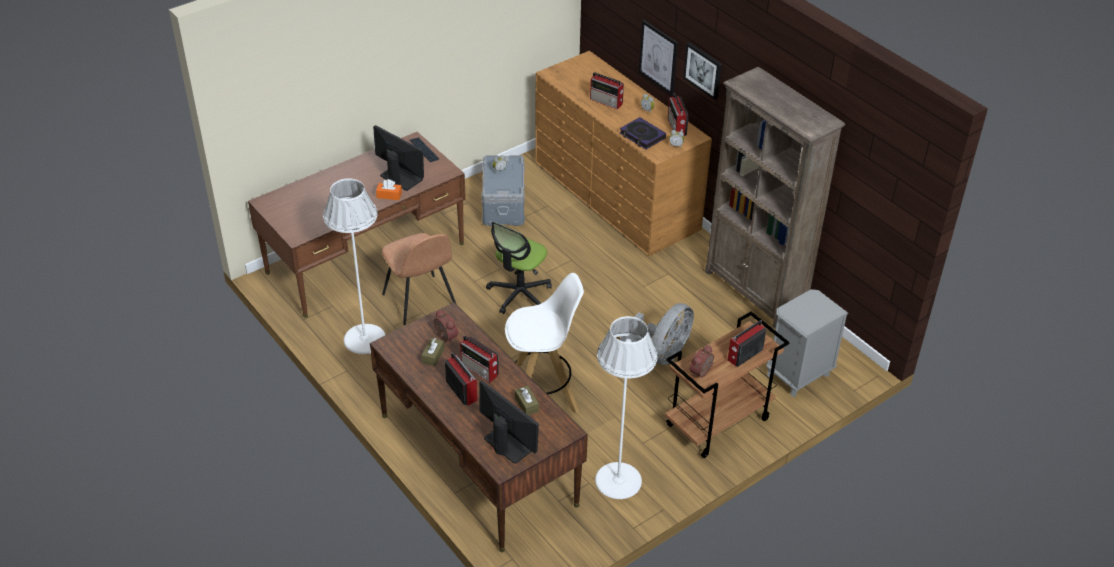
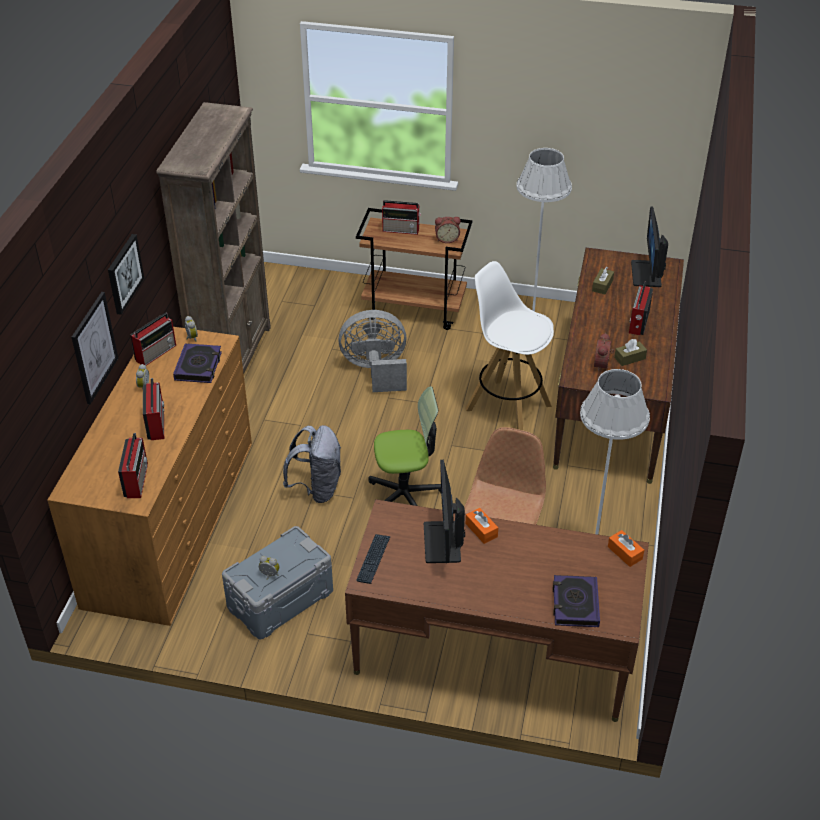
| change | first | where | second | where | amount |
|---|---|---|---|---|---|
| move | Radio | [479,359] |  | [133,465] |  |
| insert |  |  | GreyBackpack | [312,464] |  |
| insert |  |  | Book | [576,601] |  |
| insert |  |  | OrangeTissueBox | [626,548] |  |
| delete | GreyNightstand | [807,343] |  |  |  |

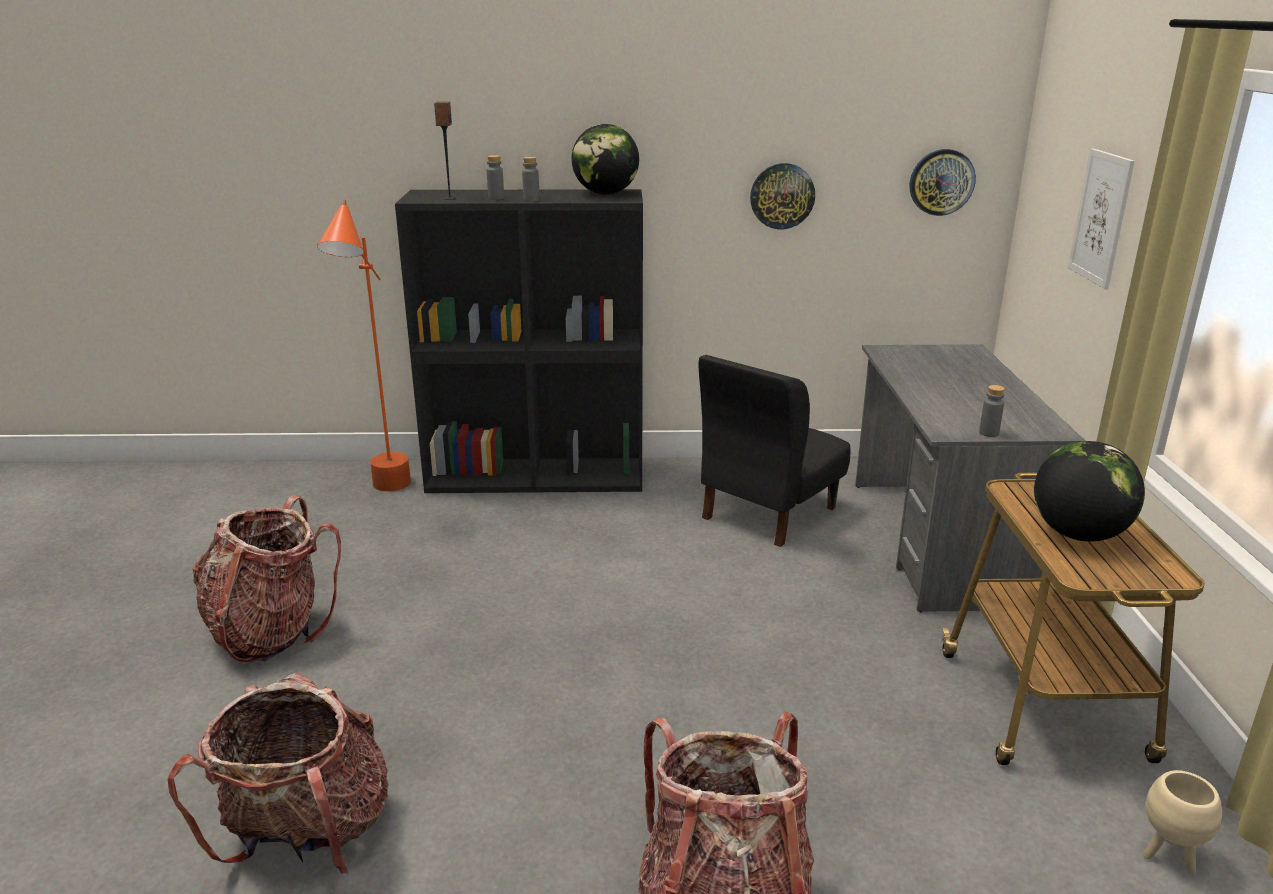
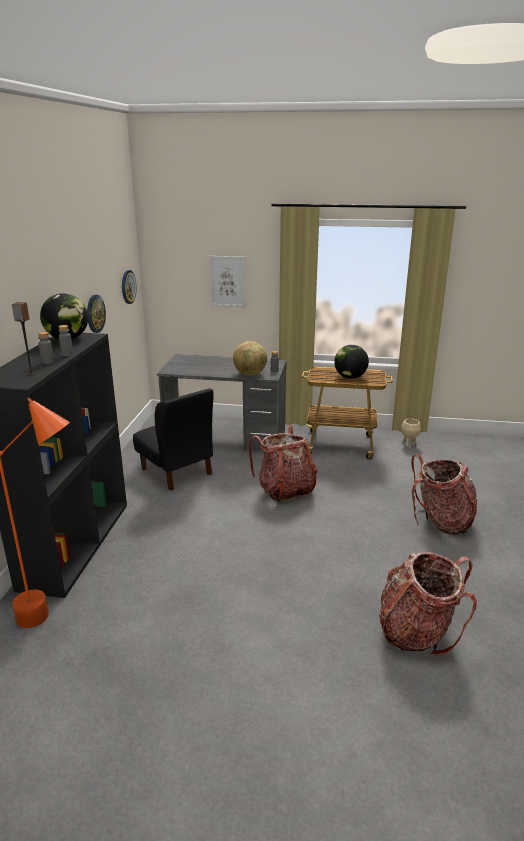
| change | first | where | second | where | amount |
|---|---|---|---|---|---|
| insert |  |  | Globe | [250,358] |  |
| move | Backpack | [267,579] |  | [282,464] |  |

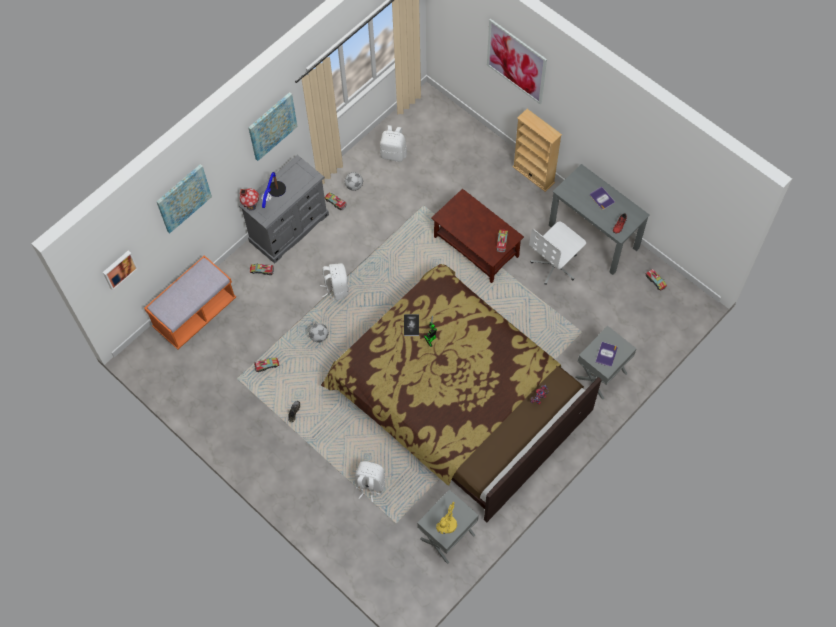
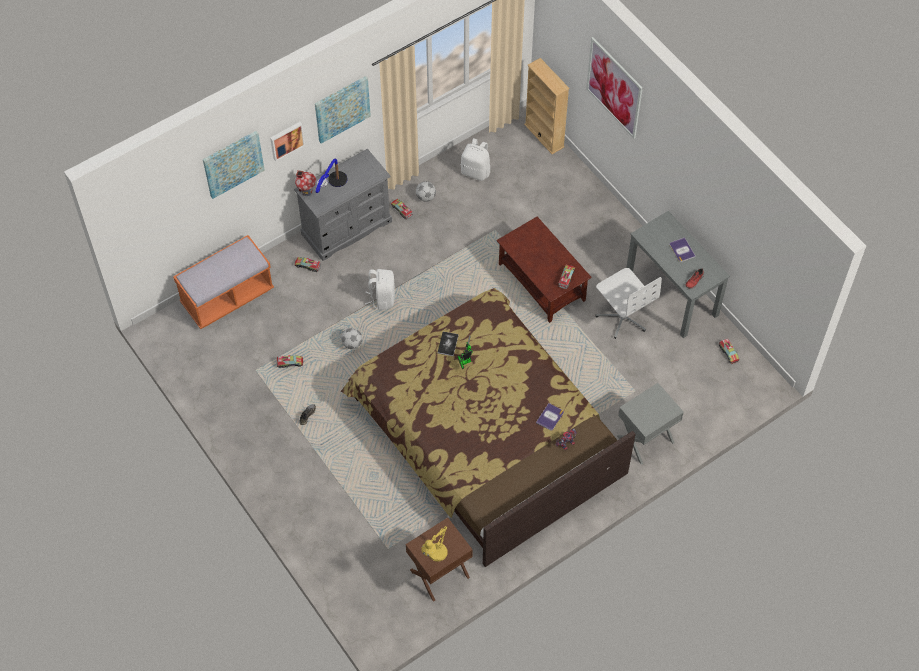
| change | first | where | second | where | amount |
|---|---|---|---|---|---|
| move | Picture | [120,270] |  | [287,141] |  |
| recolor | GreyNightstand | [448,526] | BrownNightstand | [439,560] |  |
| move | BeigeBookcase | [537,150] |  | [547,106] |  |
| move | Book | [606,354] |  | [550,417] |  |
| rotate | WhiteOfficeChair | [557,253] |  | [629,303] | 90 degrees counterclockwise |
| delete | WhiteBackpack | [370,481] |  |  |  |

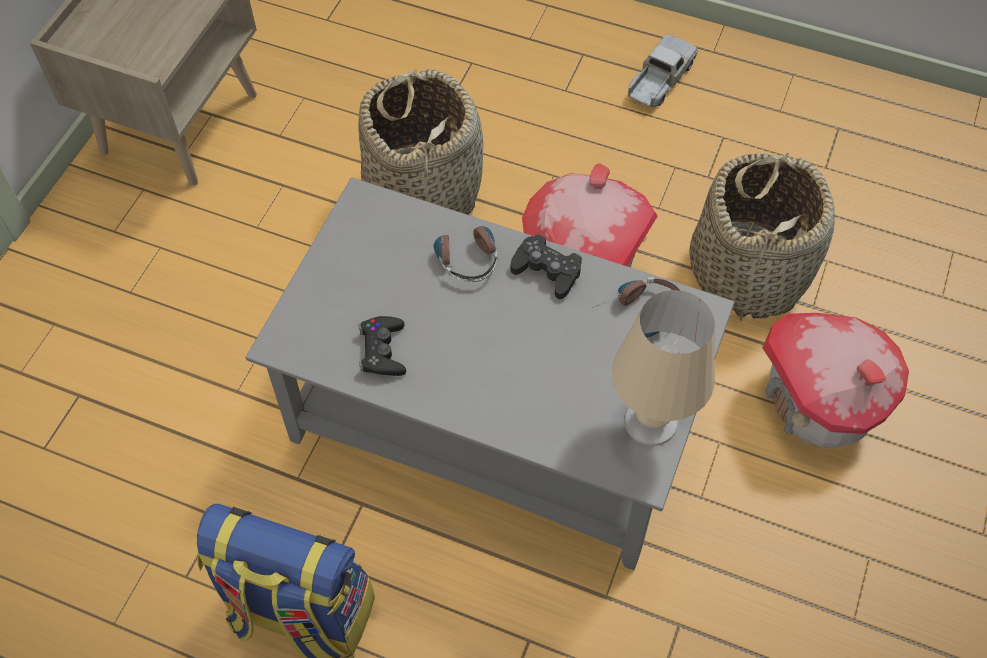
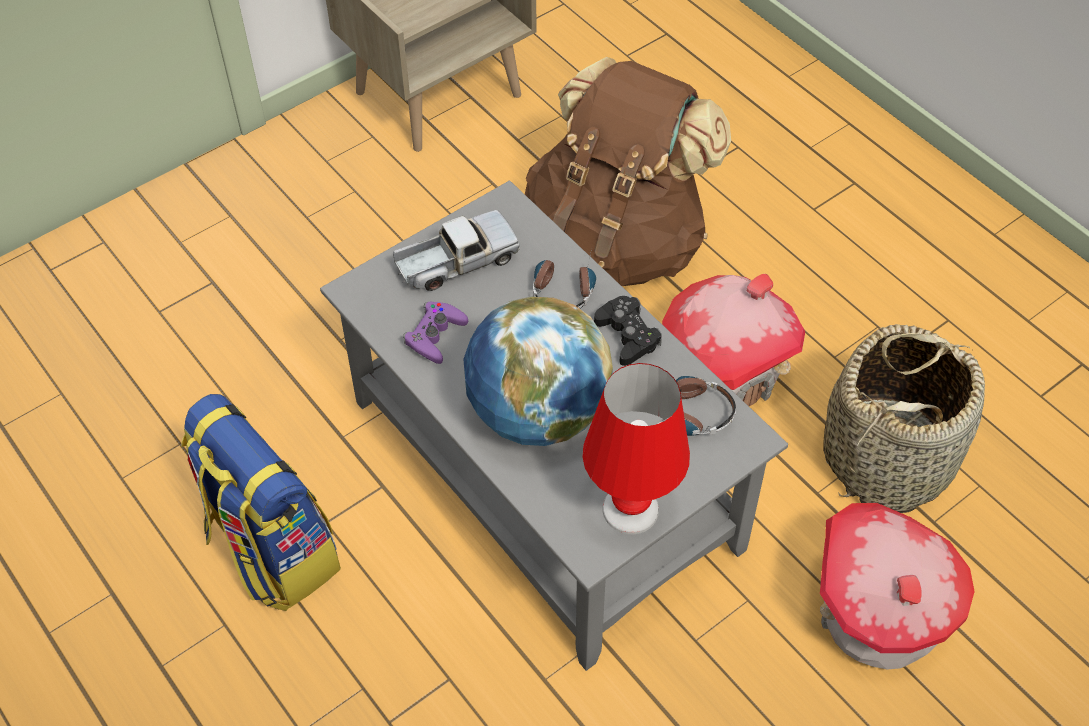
| change | first | where | second | where | amount |
|---|---|---|---|---|---|
| move | ToyTruck | [663,70] |  | [456,250] |  |
| recolor | BlackGameController | [382,346] | PurpleGameController | [435,332] |  |
| insert |  |  | Globe | [538,371] |  |
| replace | Basket | [420,142] | BrownBackpack | [628,172] |  |
| recolor | BeigeTableLamp | [663,368] | RedTableLamp | [636,448] |  |

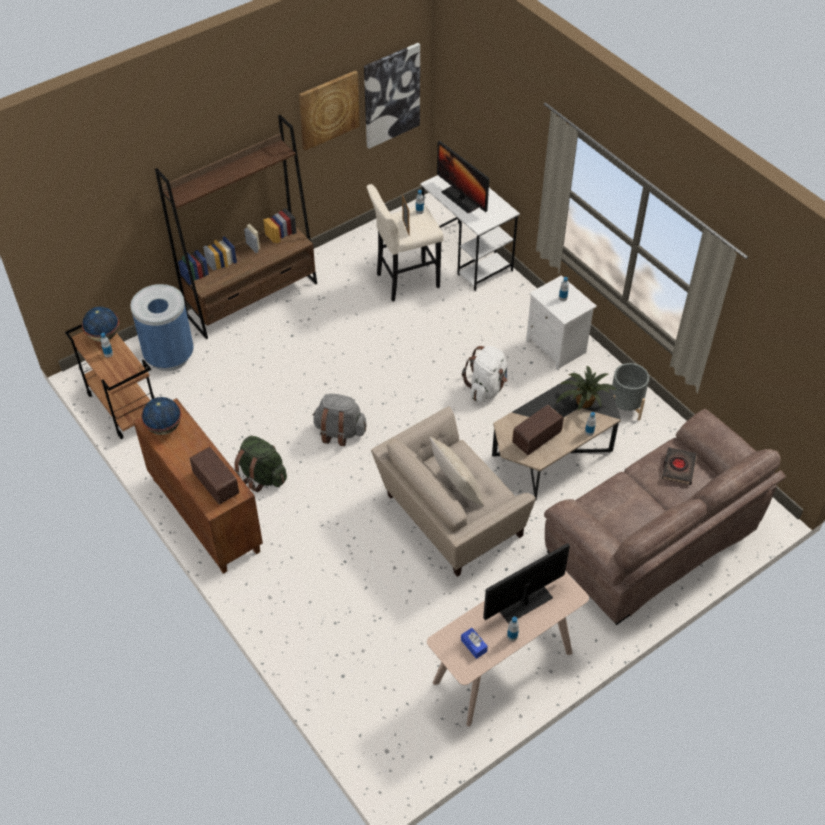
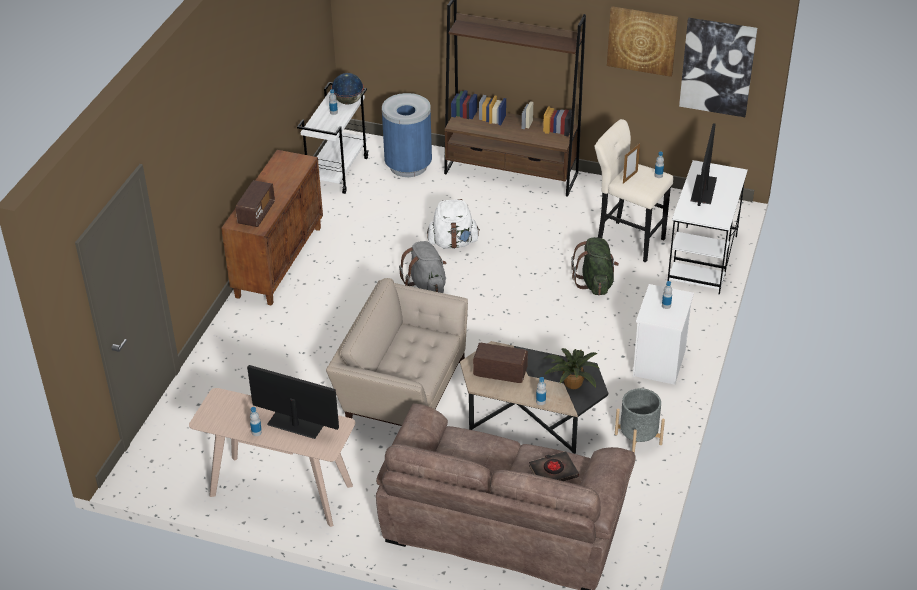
| change | first | where | second | where | amount |
|---|---|---|---|---|---|
| recolor | BrownCart | [110,381] | WhiteCart | [333,138] |  |
| move | WhiteBackpack | [484,374] |  | [453,224] |  |
| move | GreenBackpack | [260,464] |  | [595,266] |  |
| delete | Globe | [161,416] |  |  |  |
| delete | BeigePillow | [457,471] |  |  |  |
| delete | BlueTissueBox | [474,643] |  |  |  |

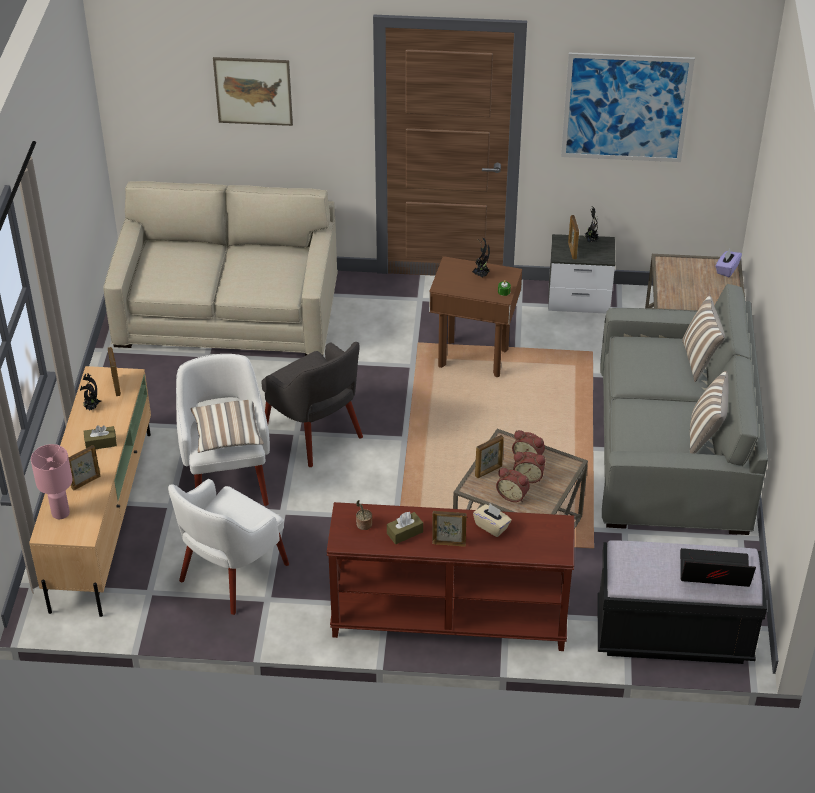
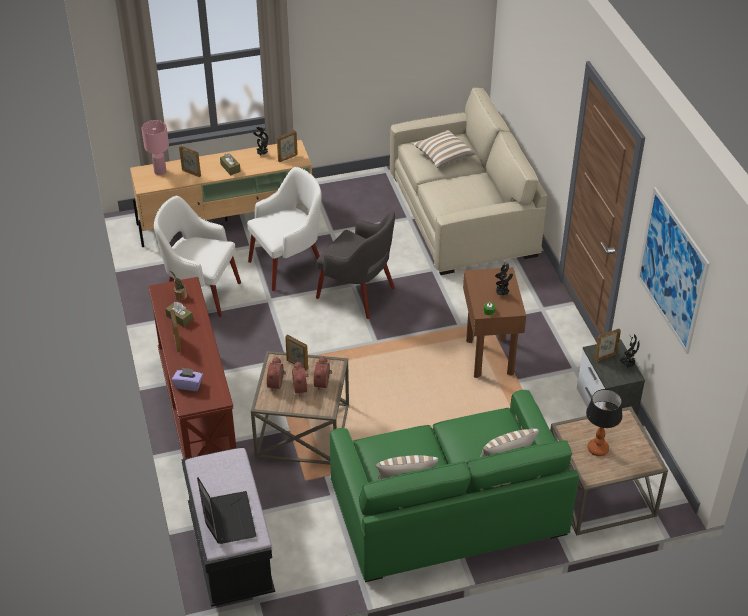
| change | first | where | second | where | amount |
|---|---|---|---|---|---|
| move | PurpleTissueBox | [728,263] |  | [187,379] |  |
| rotate | GreyArmchair | [312,404] |  | [355,265] | 90 degrees counterclockwise |
| recolor | GreySofa | [684,409] | GreenSofa | [454,486] |  |
| move | Pillow | [227,426] |  | [444,149] |  |
| insert |  |  | TableLamp | [604,422] |  |
| delete | Picture | [253,91] |  |  |  |
| delete | BeigeTissueBox | [492,520] |  |  |  |

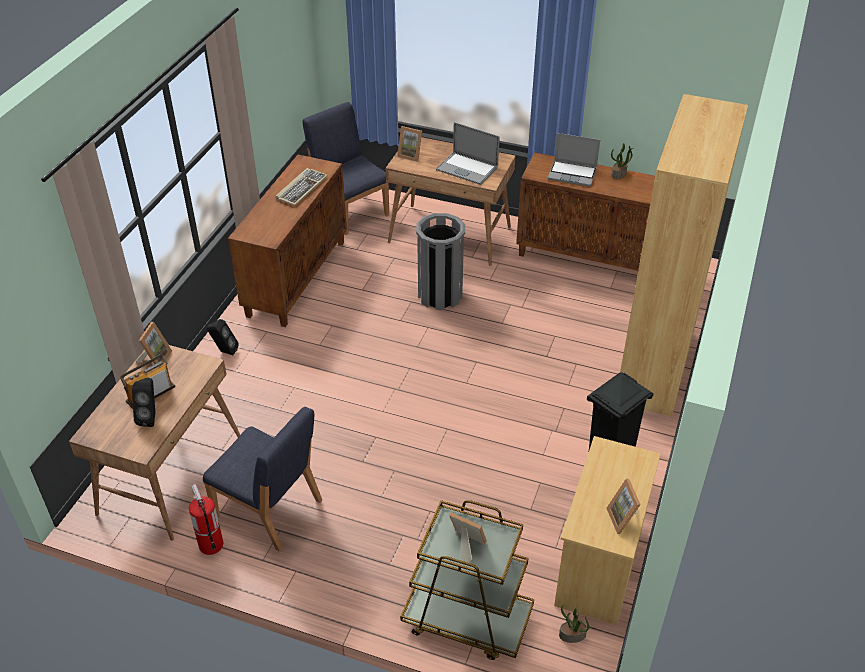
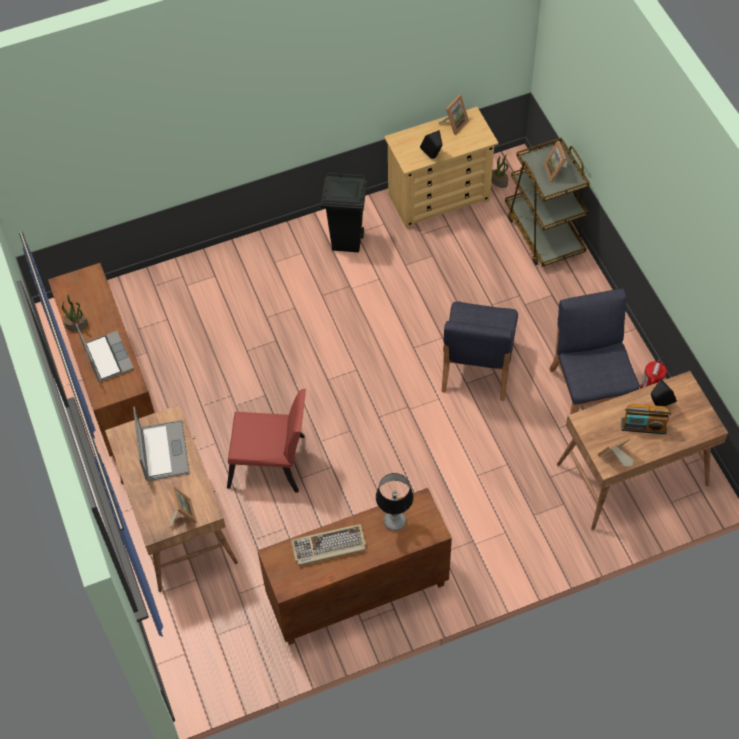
| change | first | where | second | where | amount |
|---|---|---|---|---|---|
| replace | GreyTrashCan | [440,261] | RedChair | [266,440] |  |
| insert |  |  | TableLamp | [395,502] |  |
| move | BlackSpeaker | [223,337] |  | [431,144] |  |
| move | BlueChair | [345,168] |  | [480,351] |  |
| delete | BrownBookcase | [684,255] |  |  |  |

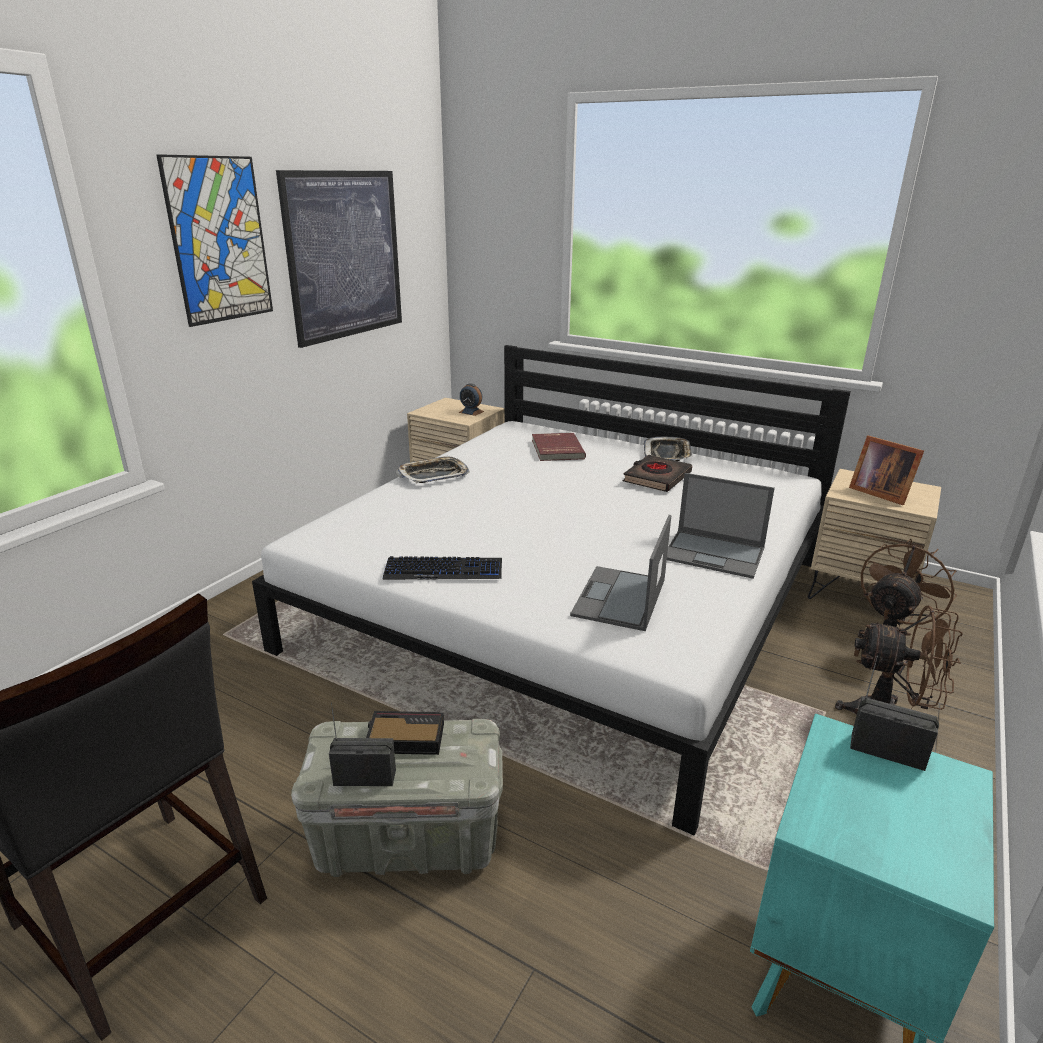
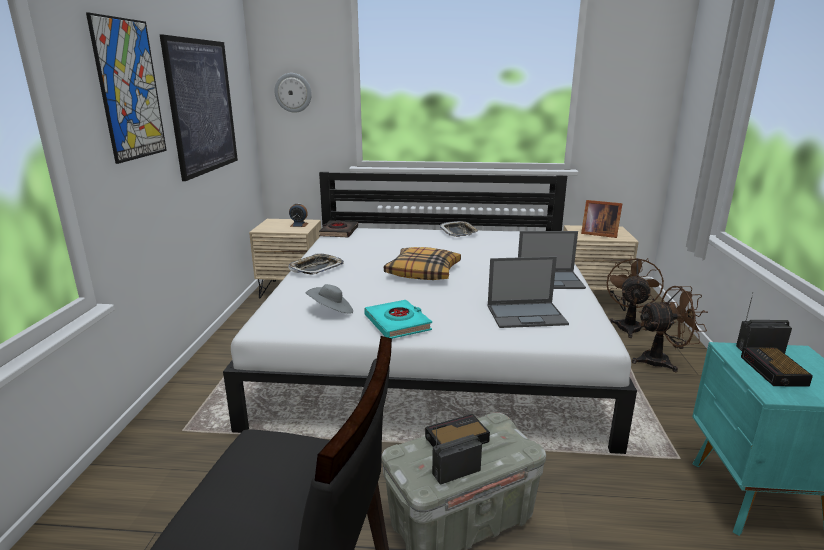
| change | first | where | second | where | amount |
|---|---|---|---|---|---|
| insert |  |  | WallClock | [293,93] |  |
| insert |  |  | GreyHat | [329,299] |  |
| move | BlackBook | [657,473] |  | [338,228] |  |
| replace | Keyboard | [442,568] | TurquoiseBook | [398,319] |  |
| insert |  |  | Pillow | [422,263] |  |
| rotate | Laptop | [620,573] |  | [528,292] | 90 degrees counterclockwise |
| insert |  |  | AlarmClock | [777,367] |  |
| delete | RedBook | [559,447] |  |  |  |

